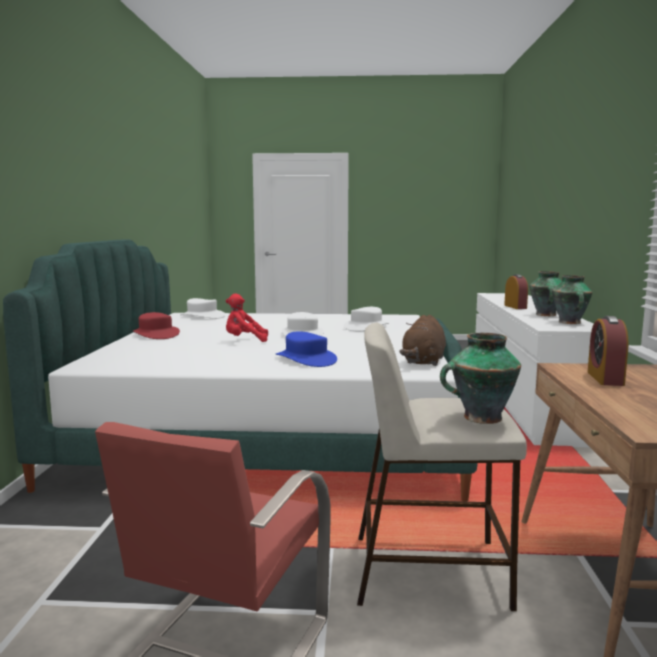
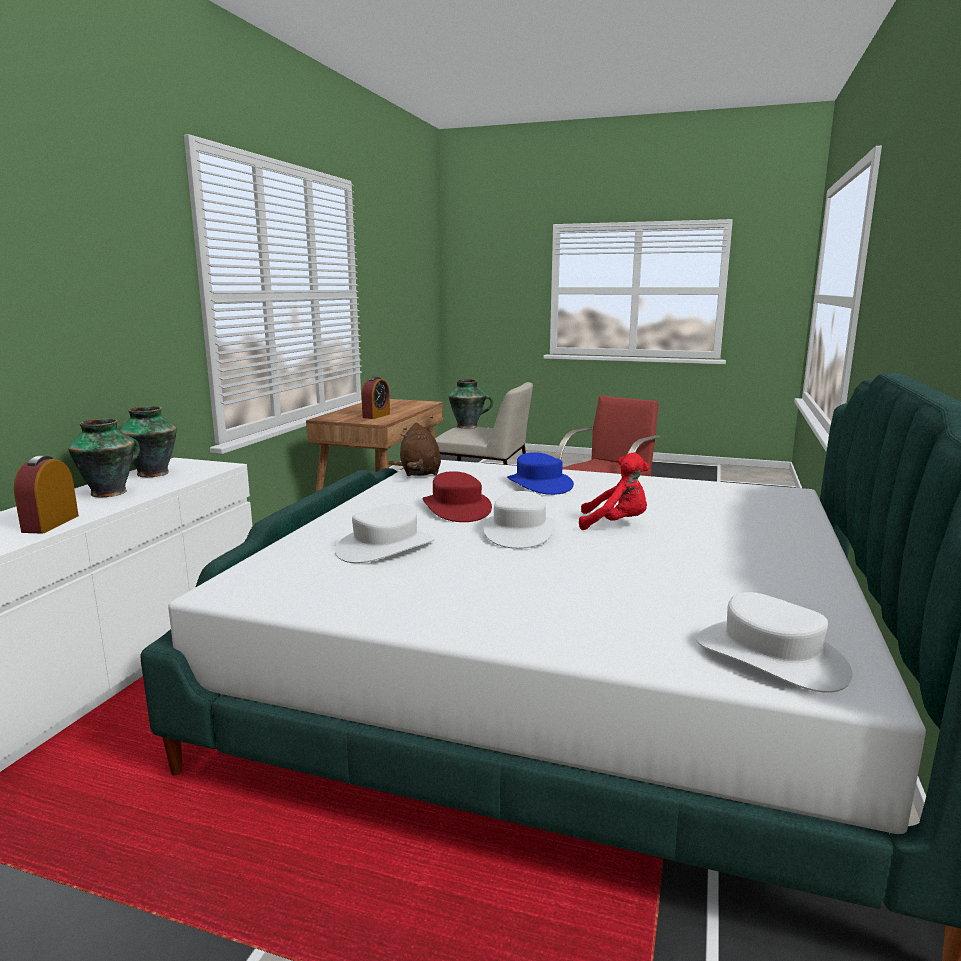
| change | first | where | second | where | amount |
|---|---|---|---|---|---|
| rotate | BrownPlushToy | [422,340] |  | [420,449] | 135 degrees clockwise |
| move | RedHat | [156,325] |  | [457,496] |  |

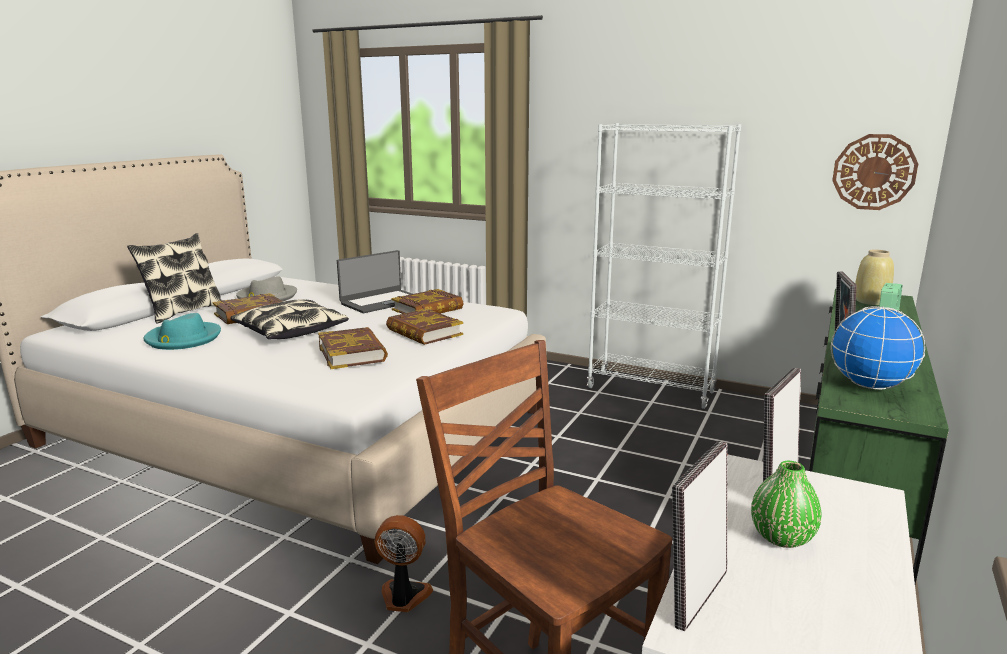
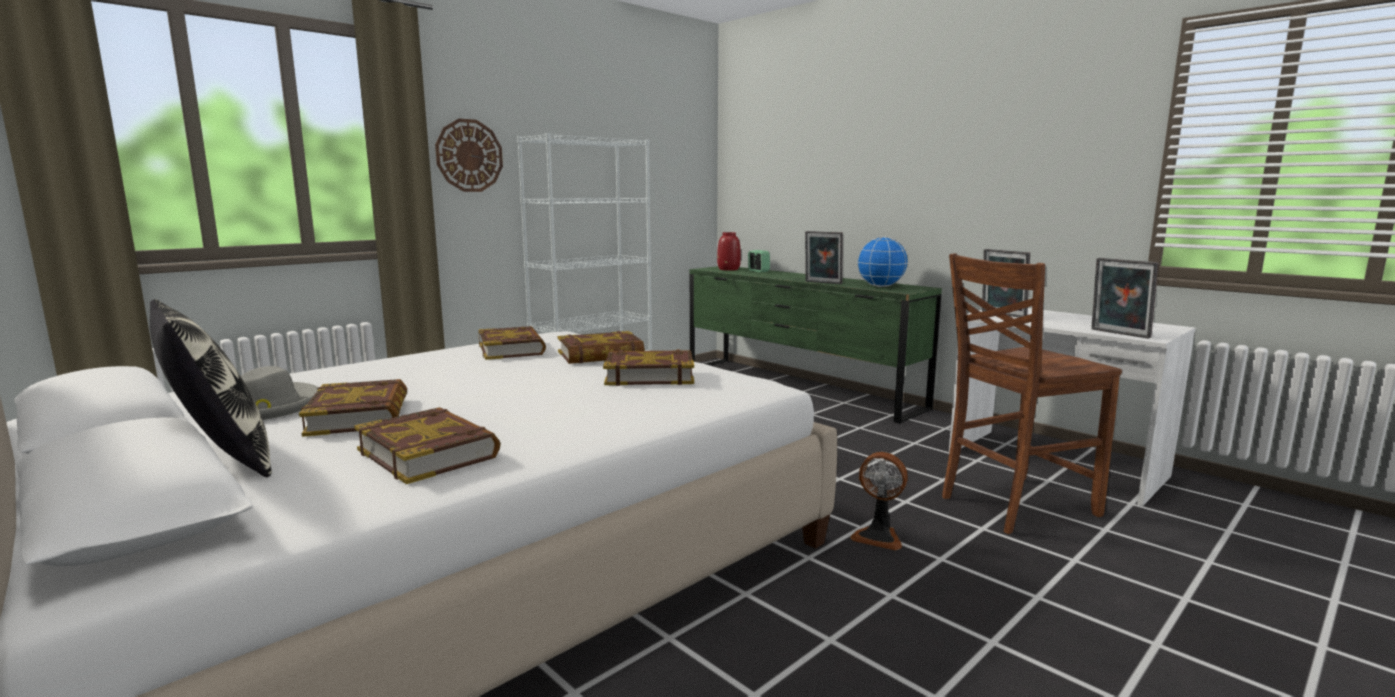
| change | first | where | second | where | amount |
|---|---|---|---|---|---|
| replace | TurquoiseHat | [182,331] | Book | [427,445] |  |
| move | WallClock | [875,172] |  | [469,155] |  |
| recolor | BeigeVase | [874,277] | RedVase | [729,251] |  |
| rotate | Fan | [404,563] |  | [879,501] | 90 degrees counterclockwise |
| delete | Pillow | [289,319] |  |  |  |
| delete | Laptop | [374,281] |  |  |  |
| delete | GreenVase | [786,504] |  |  |  |

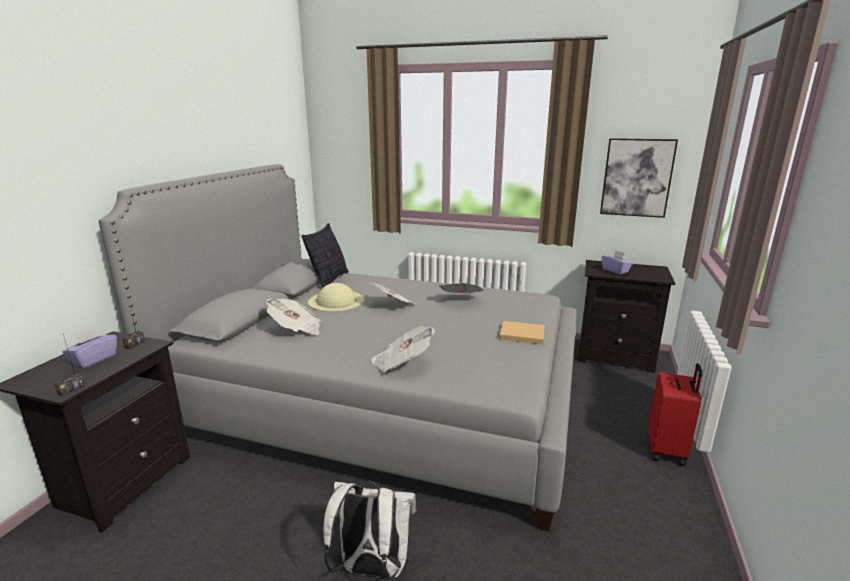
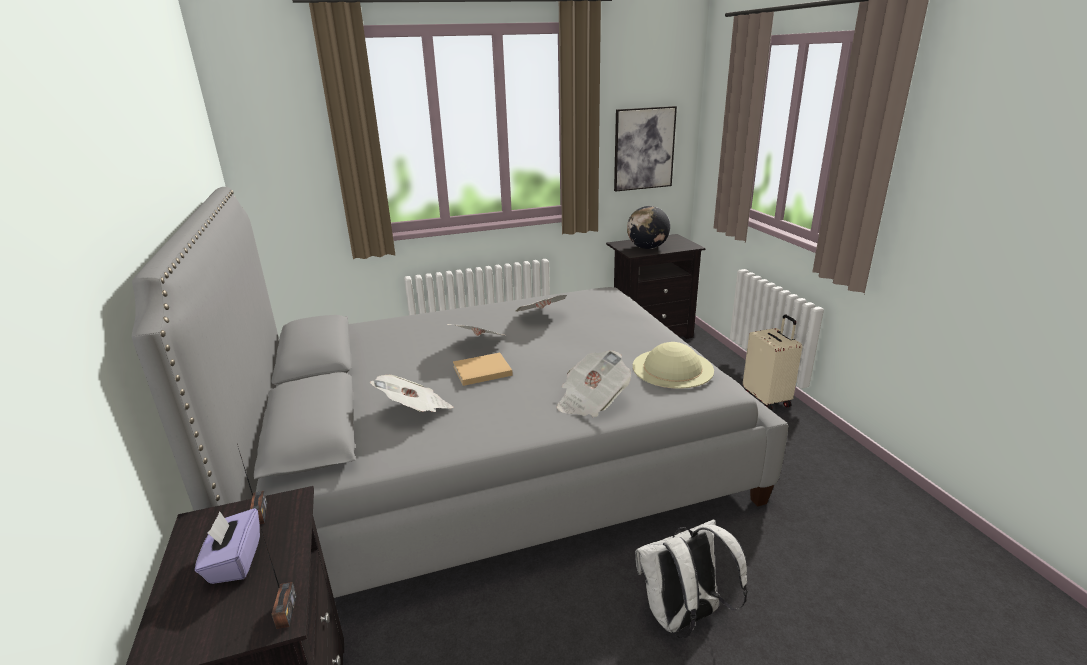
| change | first | where | second | where | amount |
|---|---|---|---|---|---|
| move | BeigeBook | [522,332] |  | [483,369] |  |
| replace | PurpleTissueBox | [617,262] | Globe | [648,227] |  |
| move | BeigeHat | [336,297] |  | [673,365] |  |
| recolor | RedSuitcase | [675,415] | BeigeSuitcase | [772,362] |  |
| delete | Pillow | [325,255] |  |  |  |

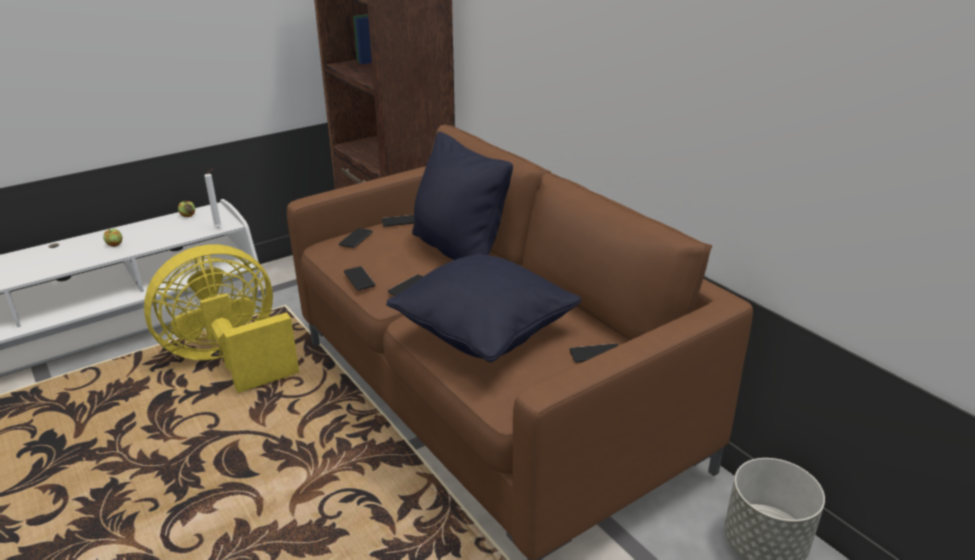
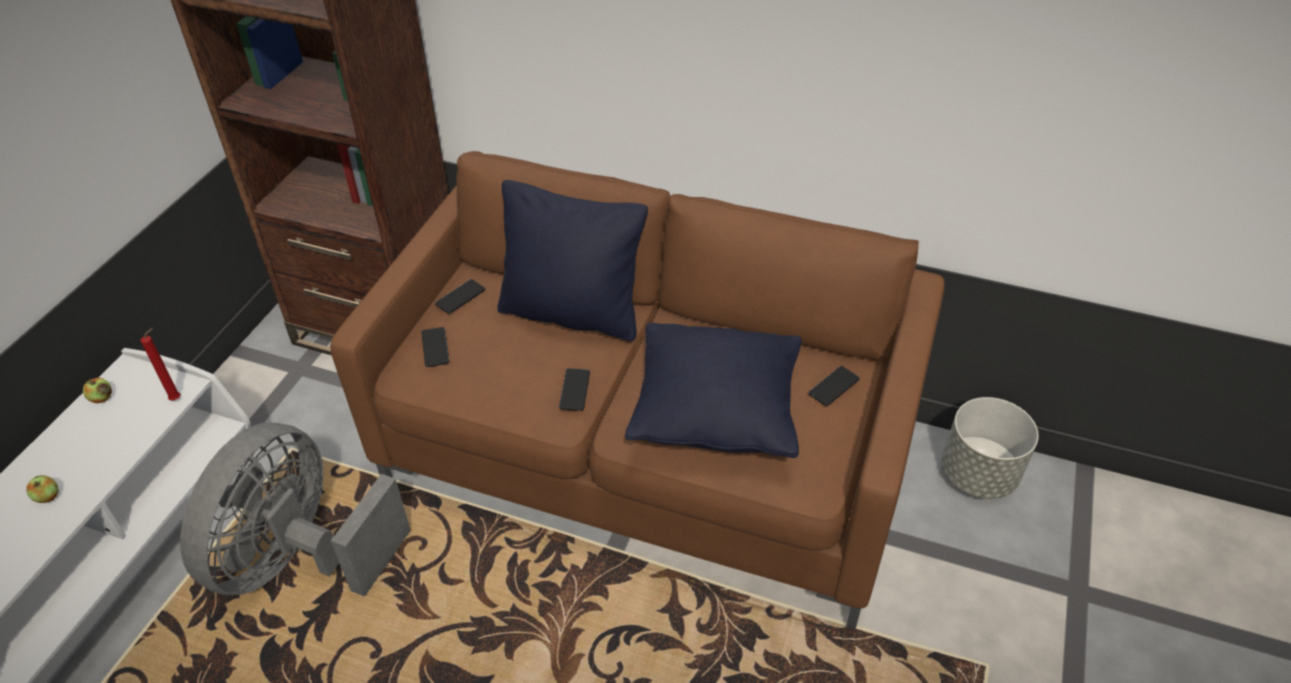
| change | first | where | second | where | amount |
|---|---|---|---|---|---|
| recolor | WhiteCandle | [213,198] | RedCandle | [160,364] |  |
| recolor | YellowFan | [221,319] | GreyFan | [295,510] |  |
| delete | Phone | [359,278] |  |  |  |

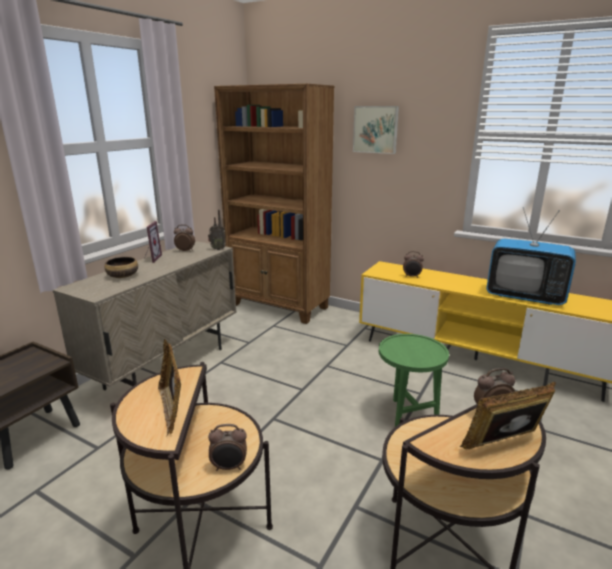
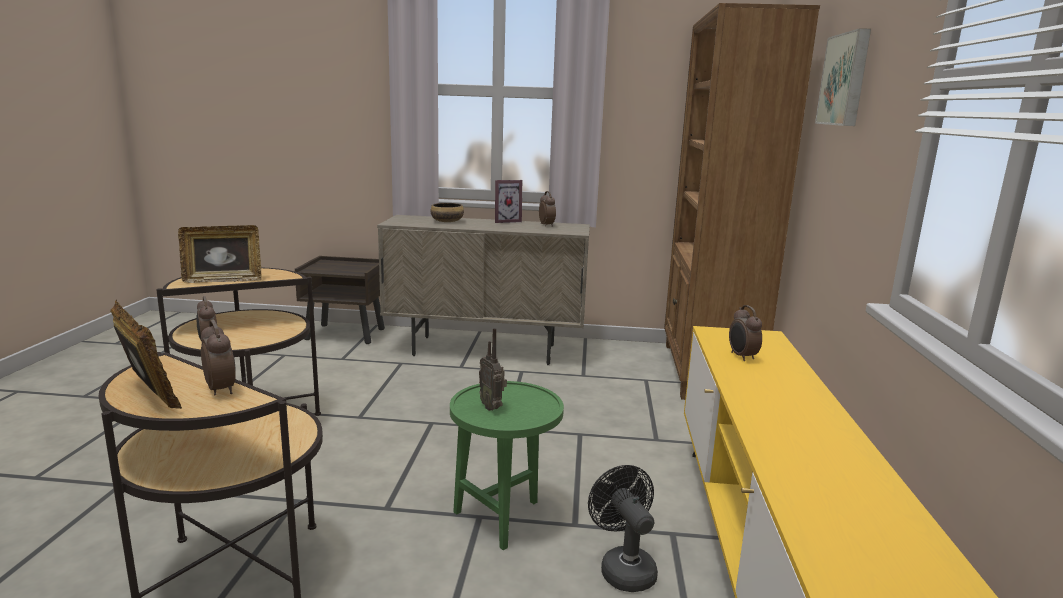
| change | first | where | second | where | amount |
|---|---|---|---|---|---|
| rotate | PictureFrame | [169,387] |  | [220,254] | 150 degrees counterclockwise |
| move | Radio | [217,229] |  | [493,369] |  |
| insert |  |  | BlackFan | [623,528] |  |
| delete | Television | [531,256] |  |  |  |

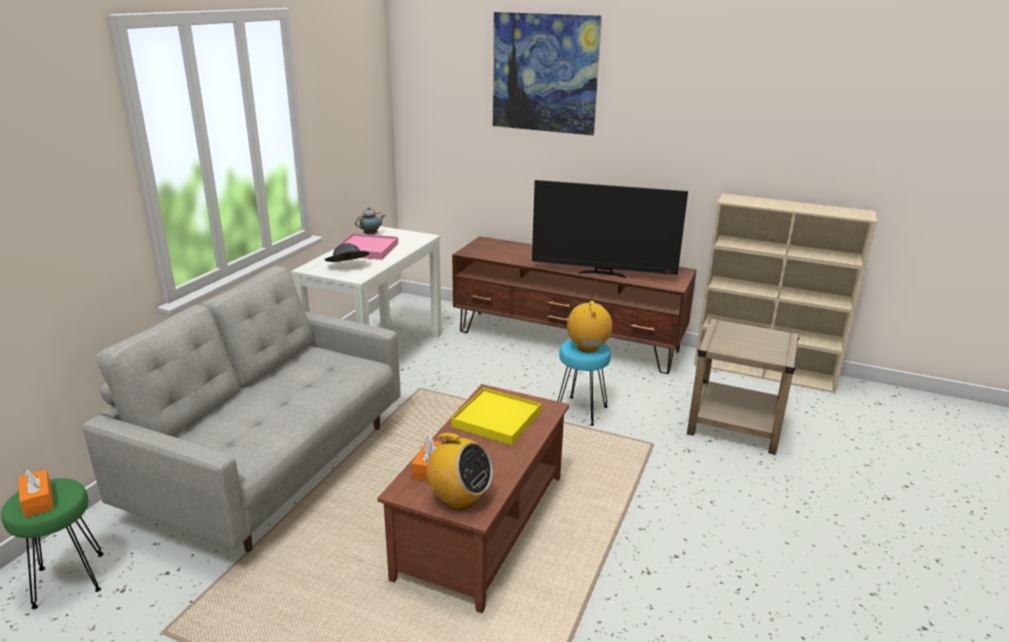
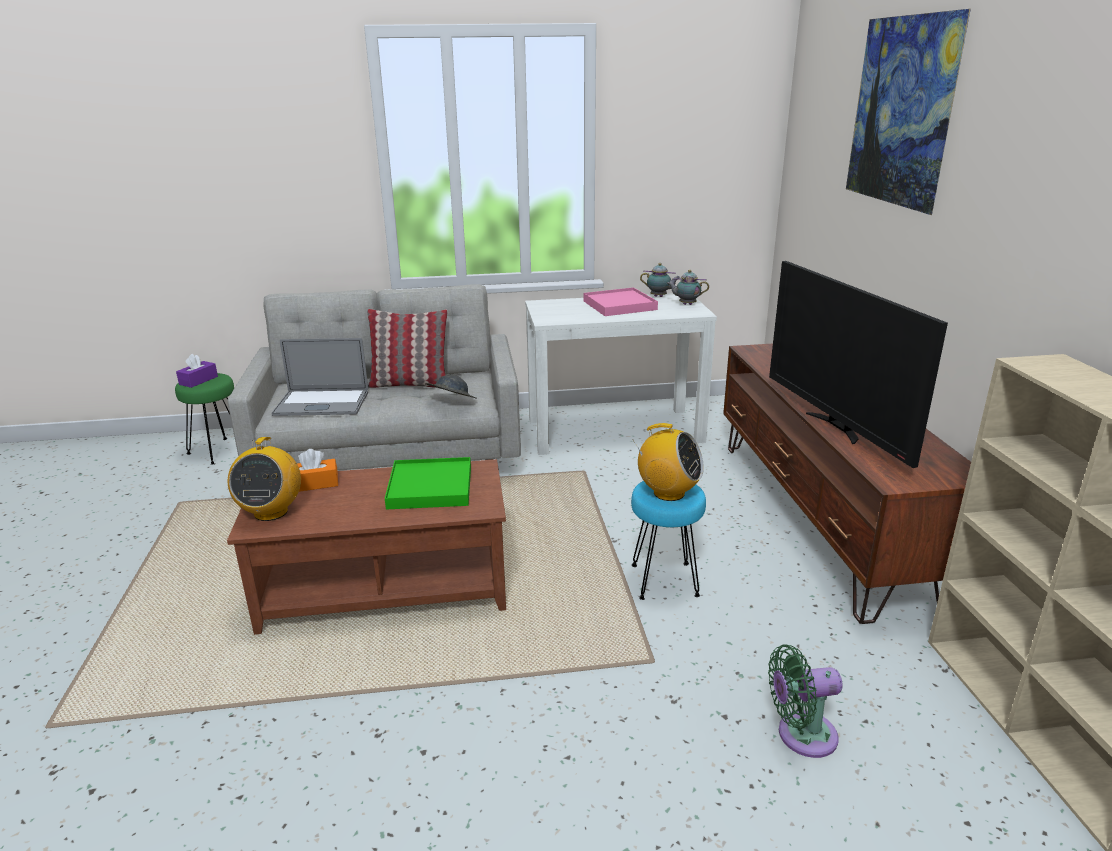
| change | first | where | second | where | amount |
|---|---|---|---|---|---|
| recolor | OrangeTissueBox | [36,493] | PurpleTissueBox | [197,371] |  |
| insert |  |  | Laptop | [319,377] |  |
| insert |  |  | Pillow | [407,348] |  |
| recolor | YellowTray | [496,416] | GreenTray | [428,483] |  |
| move | GreyHat | [347,252] |  | [451,386] |  |
| rotate | Radio | [589,326] |  | [668,462] | 60 degrees clockwise |
| insert |  |  | Teapot | [688,287] |  |
| replace | BeigeSideTable | [743,387] | GreenFan | [805,701] |  |

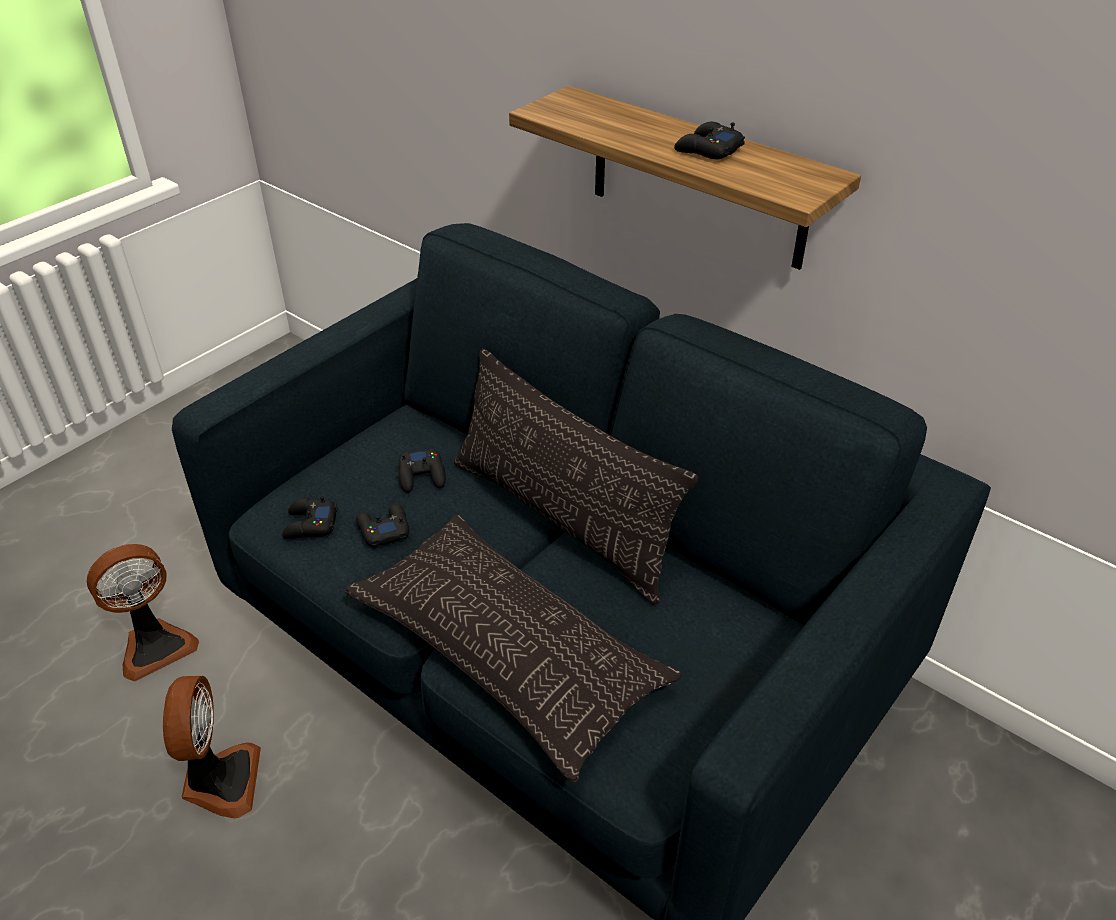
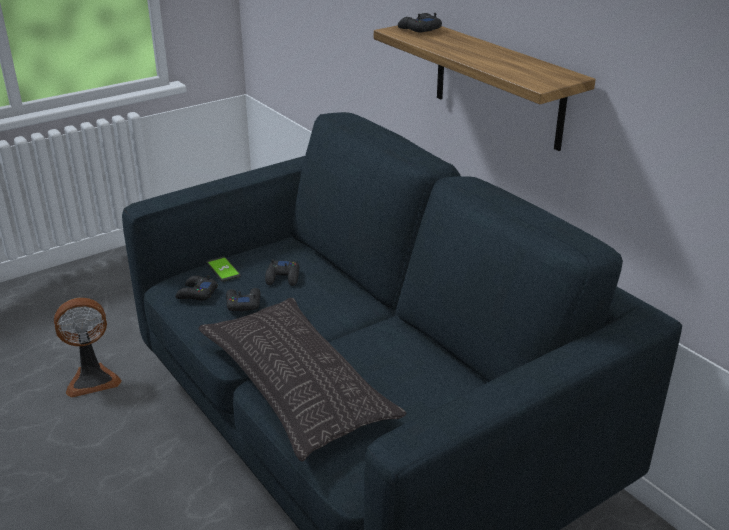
| change | first | where | second | where | amount |
|---|---|---|---|---|---|
| insert |  |  | Phone | [223,269] |  |
| move | BlackGameController | [709,140] |  | [420,23] |  |
| delete | Fan | [212,747] |  |  |  |
| delete | Pillow | [576,476] |  |  |  |

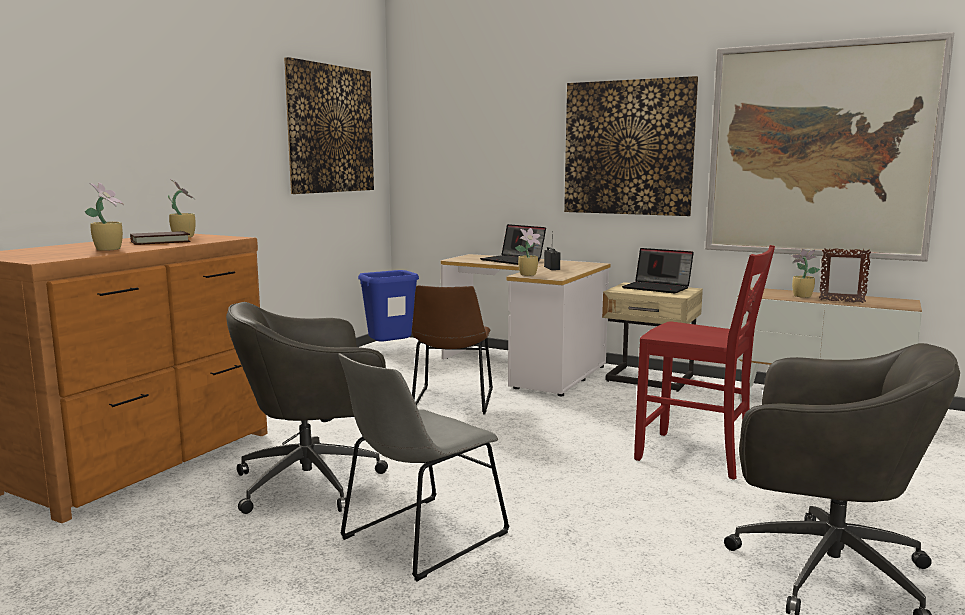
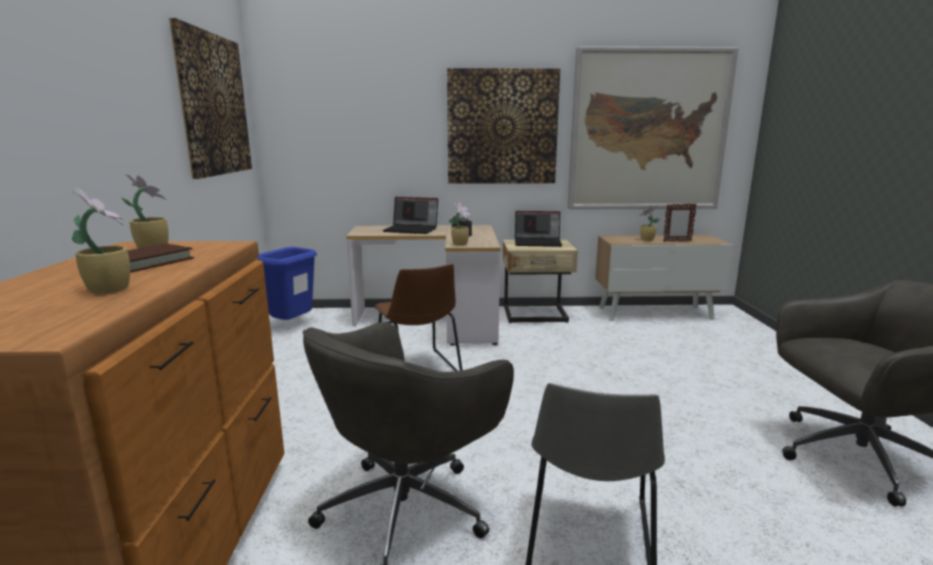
| change | first | where | second | where | amount |
|---|---|---|---|---|---|
| delete | RedChair | [704,362] |  |  |  |

